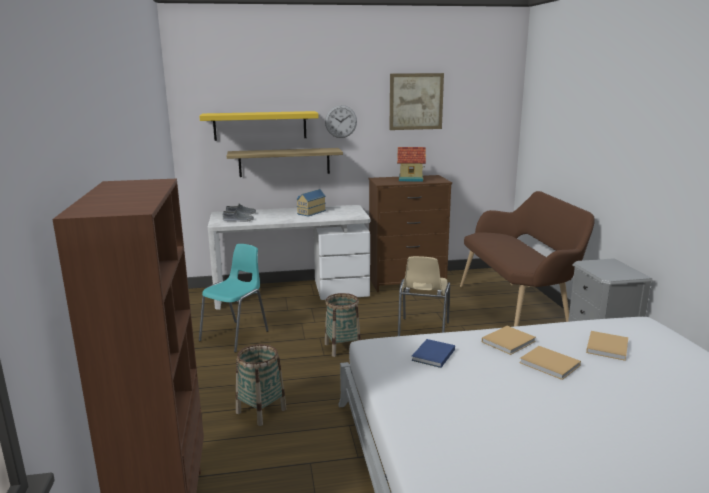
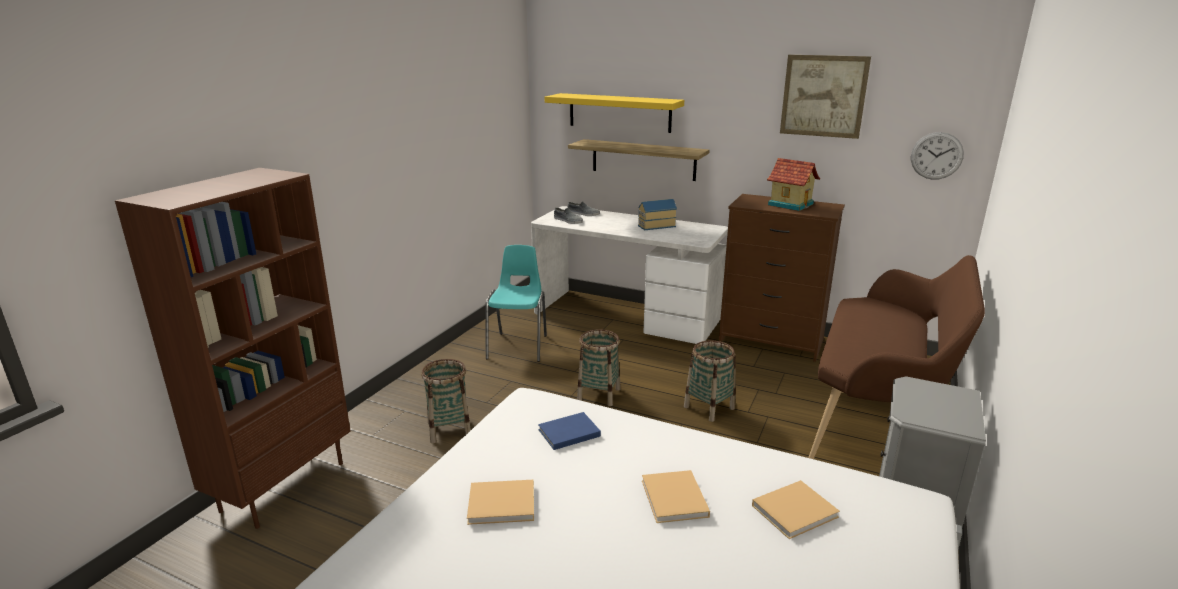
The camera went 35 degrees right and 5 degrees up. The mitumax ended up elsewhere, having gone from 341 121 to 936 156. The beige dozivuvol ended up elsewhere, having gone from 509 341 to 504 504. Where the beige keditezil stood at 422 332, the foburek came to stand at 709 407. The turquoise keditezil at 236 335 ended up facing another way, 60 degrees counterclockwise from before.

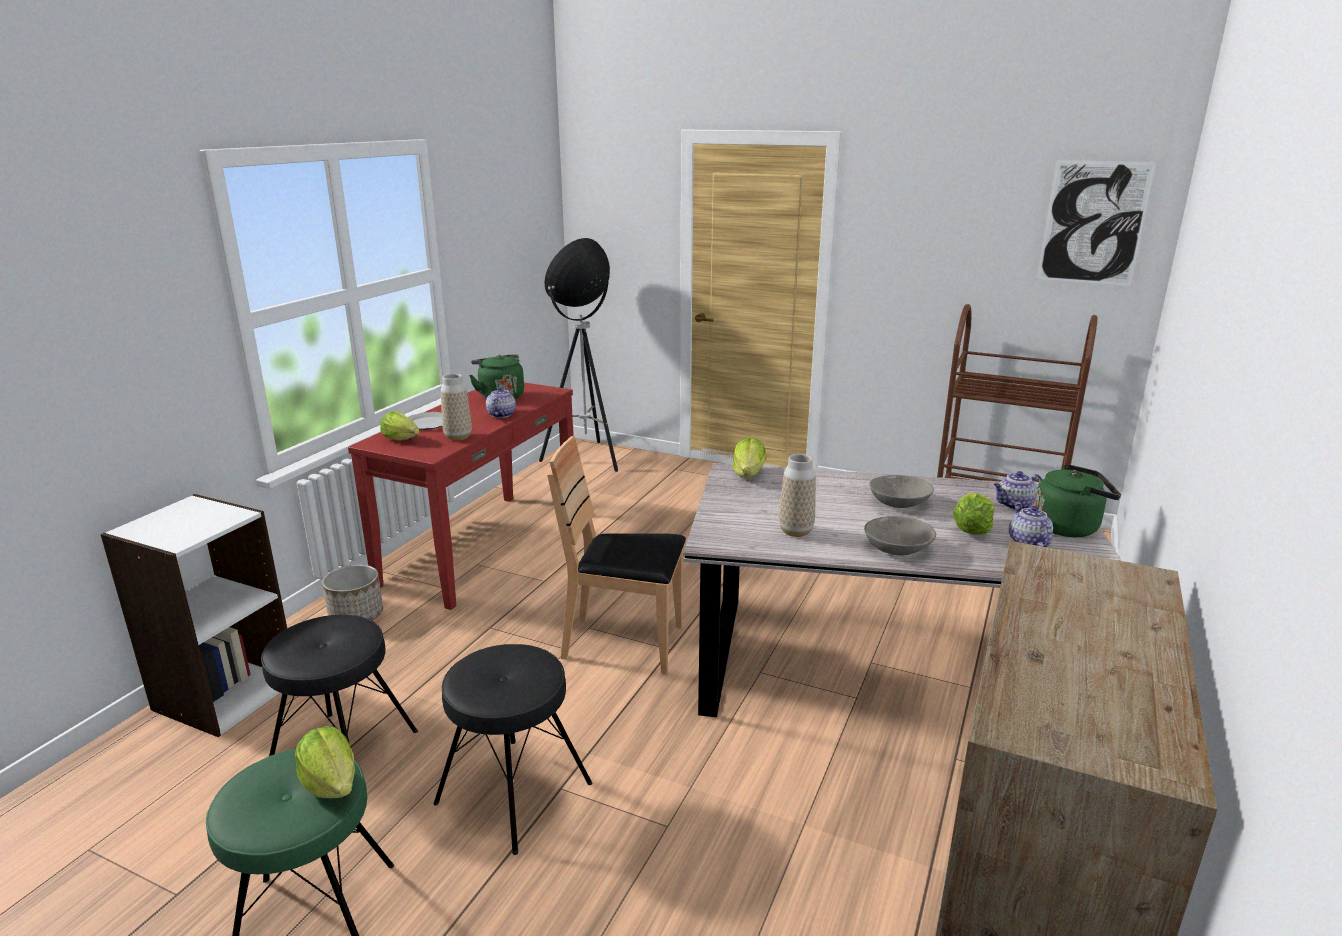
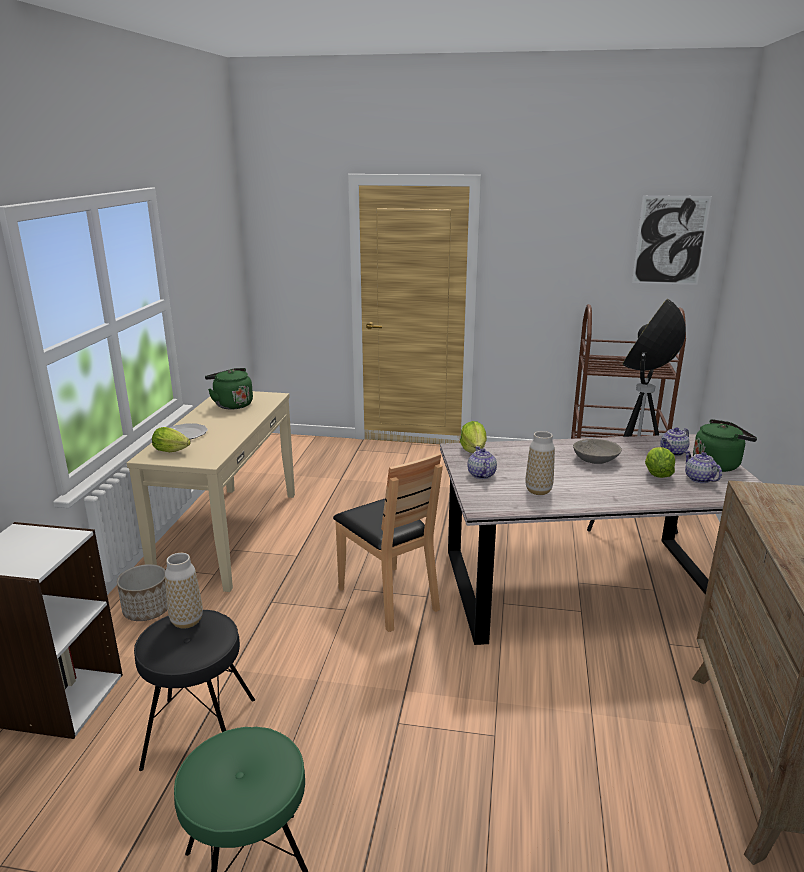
The camera went 15 degrees left and 0 degrees up. The second view lost the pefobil at 331 783. The second view lost the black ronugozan at 514 794. The second view lost the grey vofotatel at 898 548. The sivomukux ended up elsewhere, having gone from 458 437 to 187 621. The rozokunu ended up elsewhere, having gone from 501 414 to 481 474. The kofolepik ended up elsewhere, having gone from 586 459 to 627 521. What was the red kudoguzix at 482 547 turned into the beige kudoguzix at 228 534. The brown keditezil at 624 644 ended up facing another way, 120 degrees counterclockwise from before.

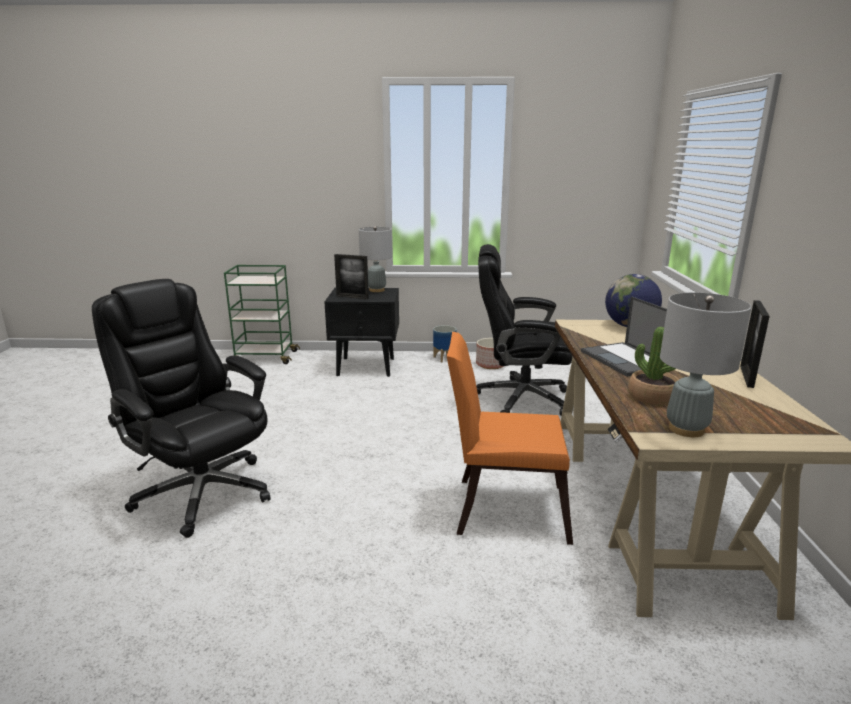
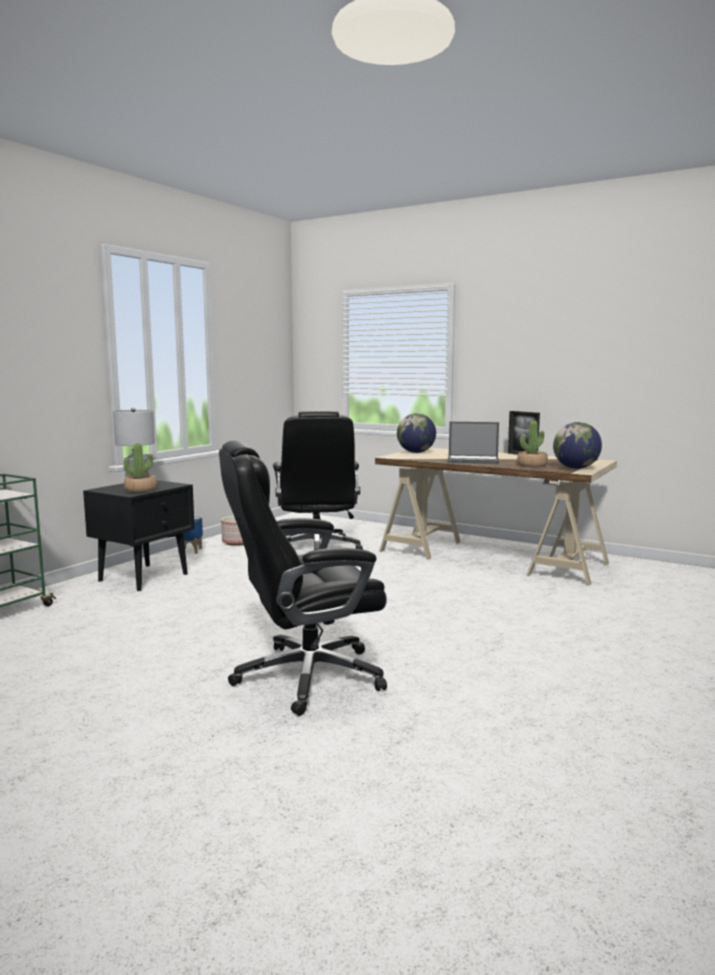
The camera went 60 degrees left and 10 degrees down. The second view lost the orange keditezil at 502 508. Where the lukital stood at 352 297, the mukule came to stand at 141 490. Where the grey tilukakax stood at 686 429, the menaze came to stand at 576 468. The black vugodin at 520 398 ended up facing another way, 45 degrees counterclockwise from before.

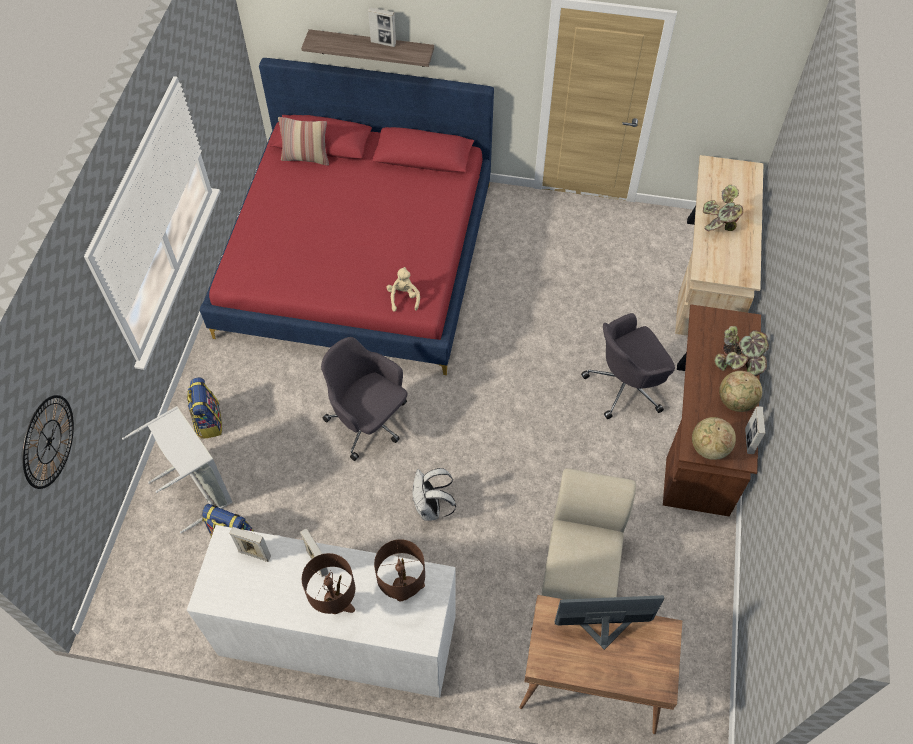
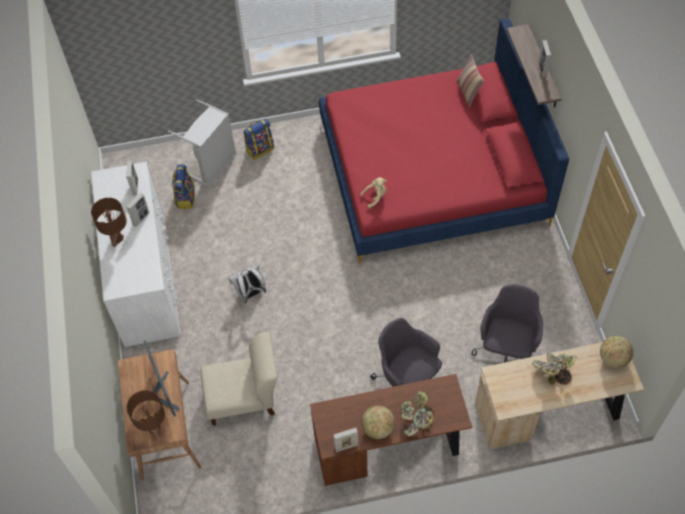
The camera went 70 degrees right and 0 degrees up. The second view lost the mitumax at 48 441. The grey vugodin ended up elsewhere, having gone from 369 422 to 506 350. The brown tilukakax ended up elsewhere, having gone from 403 592 to 154 428. The menaze ended up elsewhere, having gone from 708 448 to 613 359.

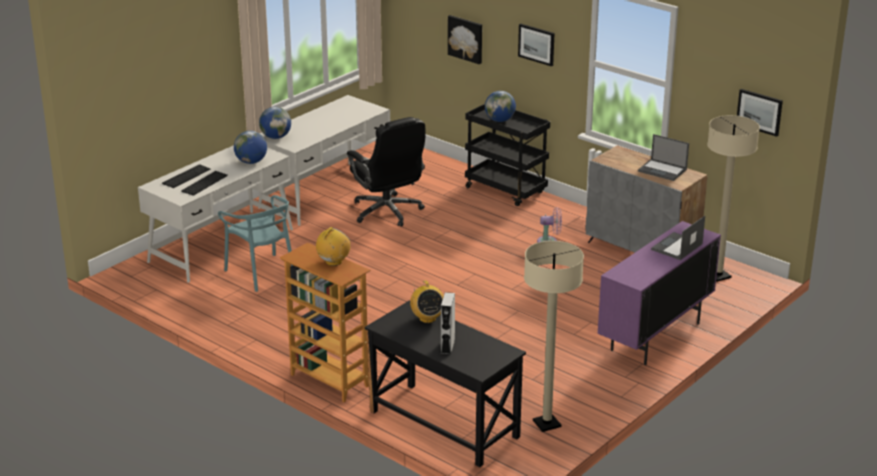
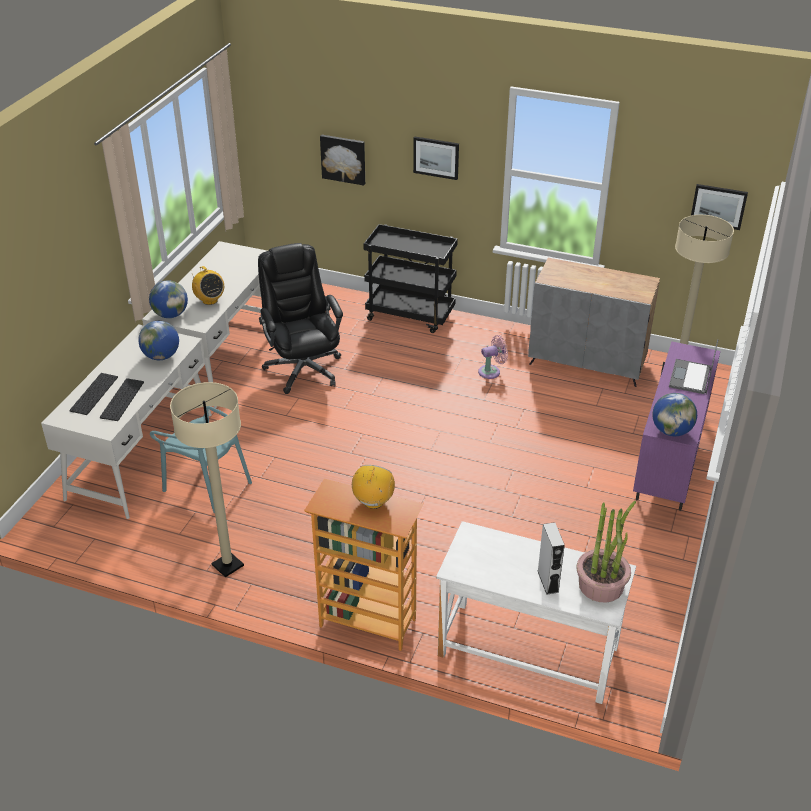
The camera went 20 degrees left and 10 degrees up. The second view lost the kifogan at 663 170. The second view gained the mukule at 601 585. The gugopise ended up elsewhere, having gone from 427 318 to 209 300. The menaze ended up elsewhere, having gone from 499 120 to 671 431. The beige kofolepik ended up elsewhere, having gone from 546 424 to 227 565. What was the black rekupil at 443 424 turned into the white rekupil at 527 652. The black vugodin at 387 212 ended up facing another way, 150 degrees counterclockwise from before.

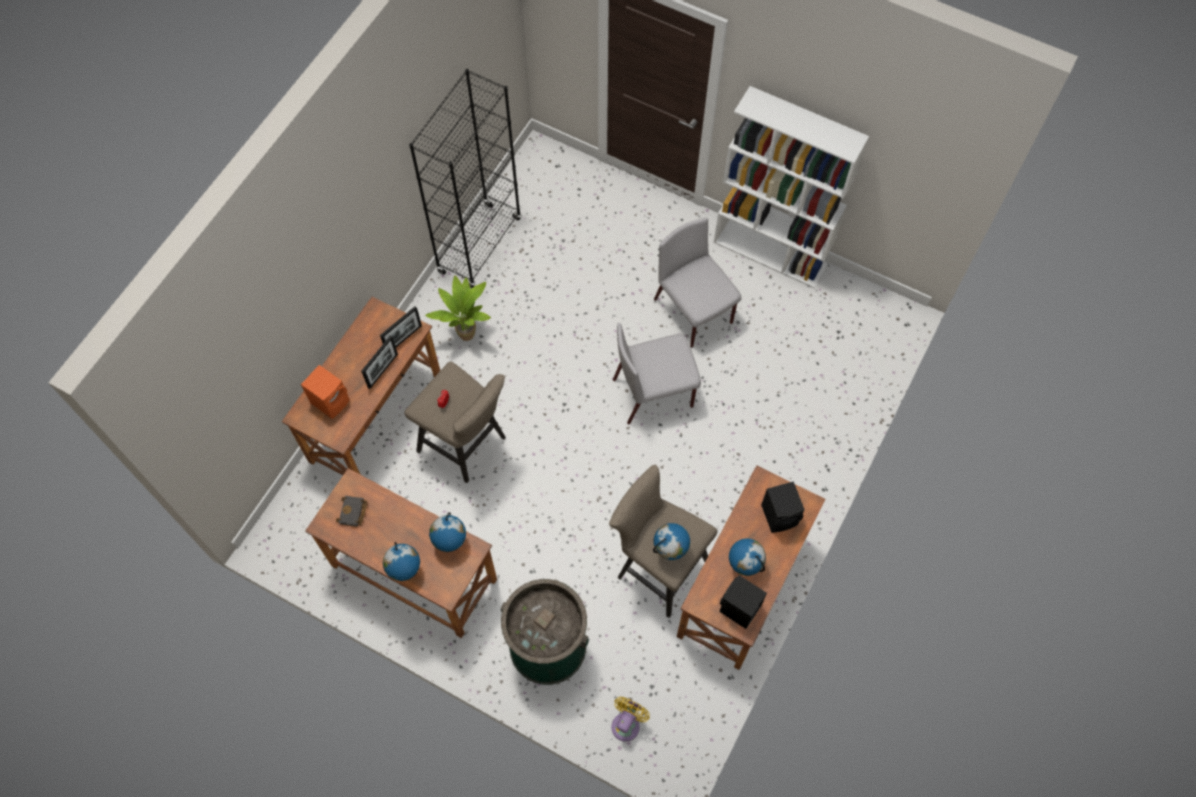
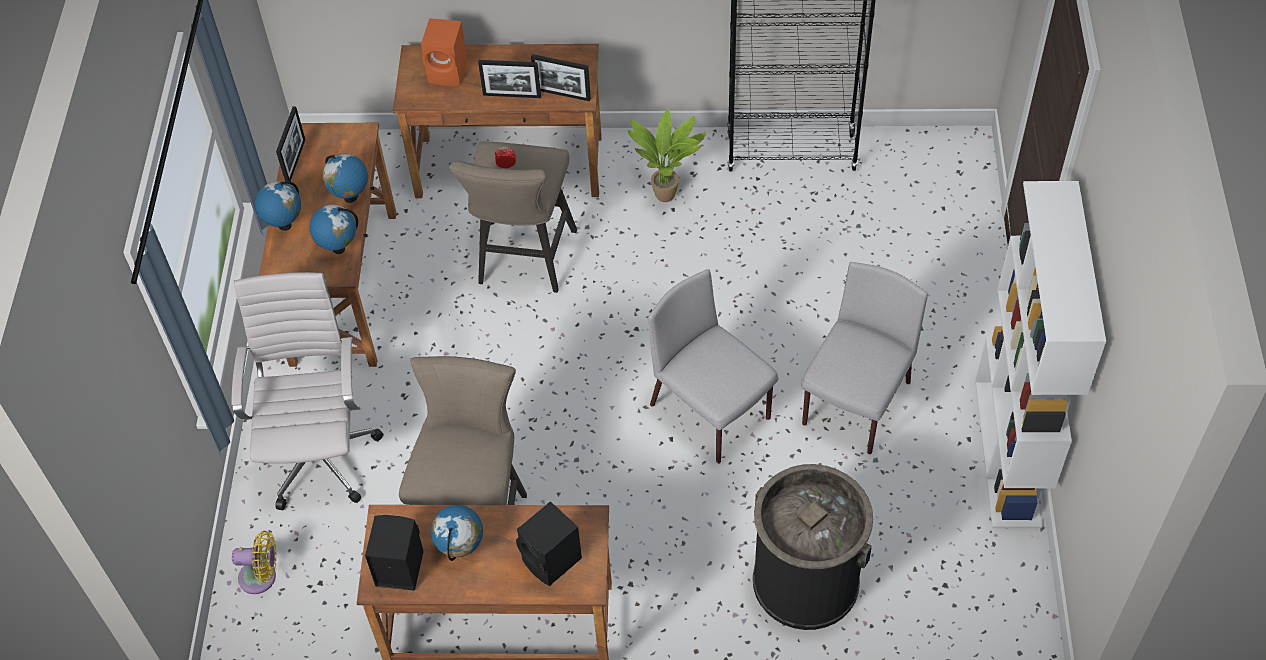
The camera went 65 degrees right and 10 degrees down. The second view lost the black dozivuvol at 353 513. The second view gained the lukital at 295 161. The second view gained the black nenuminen at 805 581. The menaze ended up elsewhere, having gone from 670 550 to 350 197. Where the green nenuminen stood at 547 646, the white vugodin came to stand at 320 453.

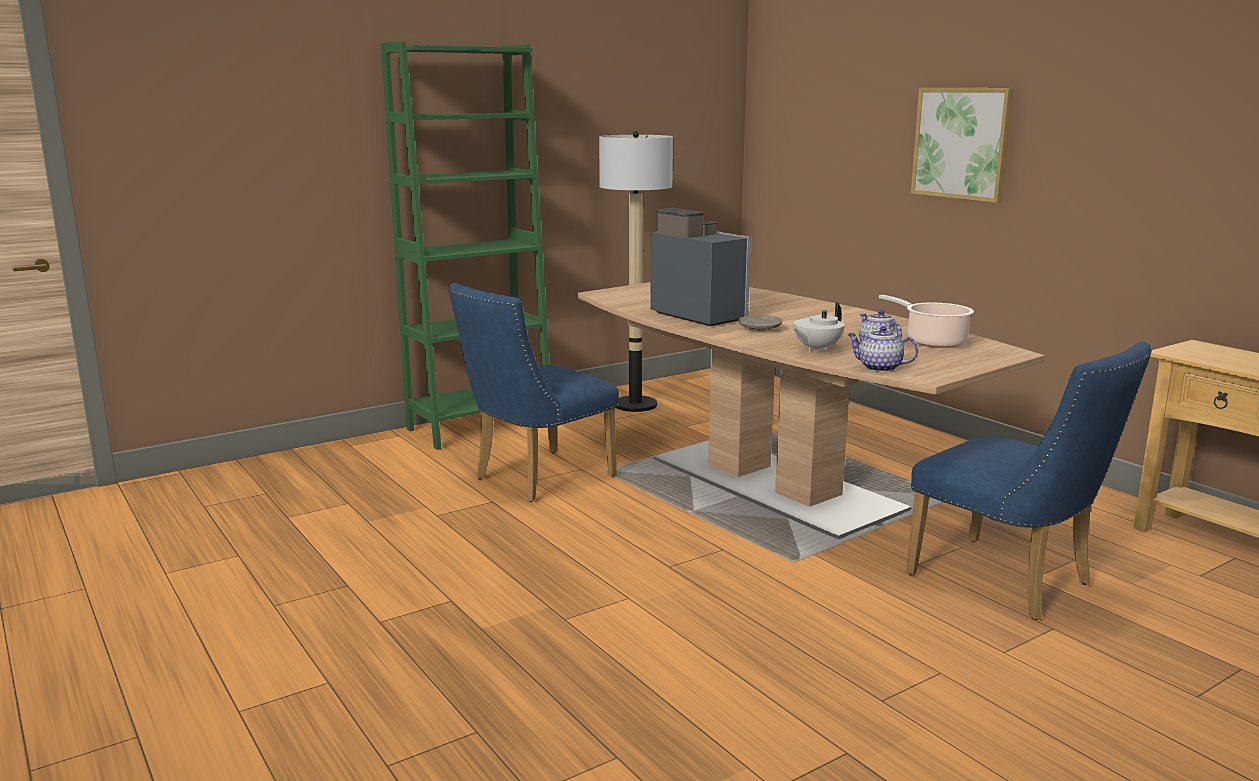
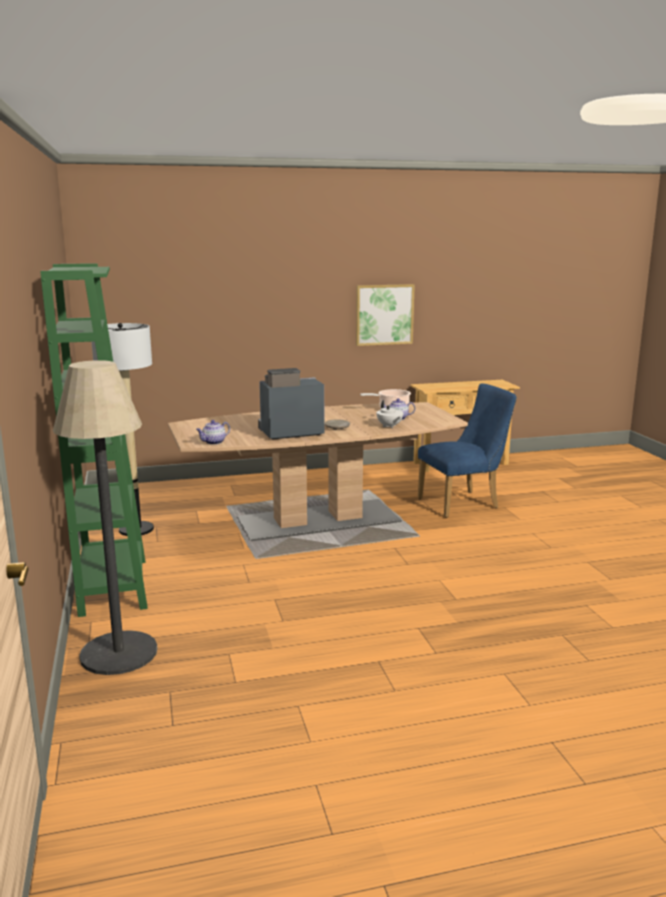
The camera went 70 degrees left and 0 degrees up. The second view lost the blue keditezil at 535 479. The second view gained the kofolepik at 119 653. The rozokunu ended up elsewhere, having gone from 879 368 to 213 442. The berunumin ended up elsewhere, having gone from 962 143 to 384 314.

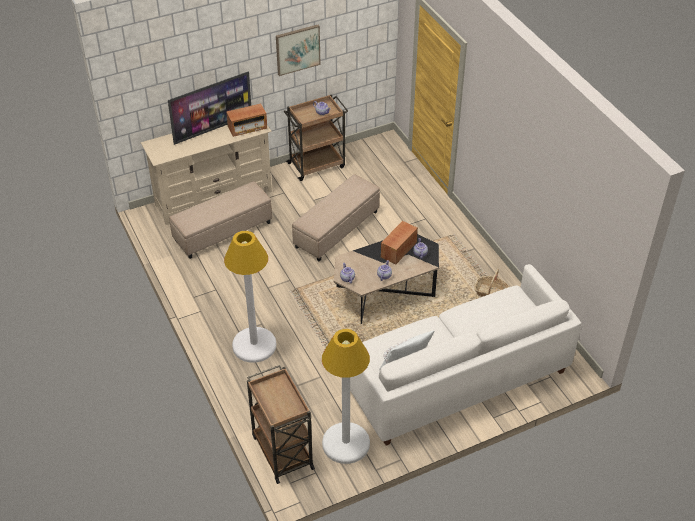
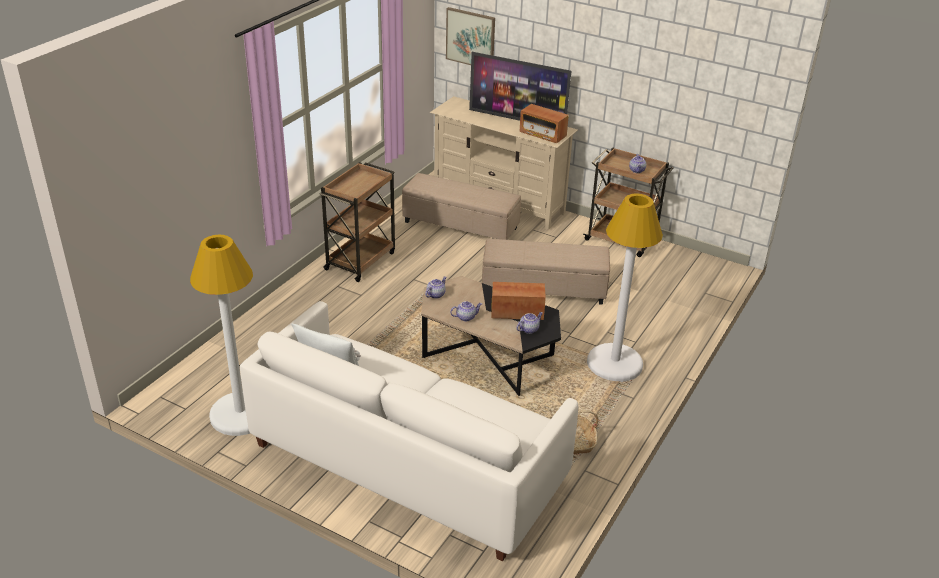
The camera went 55 degrees right and 10 degrees down. The white kofolepik ended up elsewhere, having gone from 254 345 to 614 363. The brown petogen ended up elsewhere, having gone from 282 451 to 361 260. The berunumin ended up elsewhere, having gone from 297 49 to 470 38.

